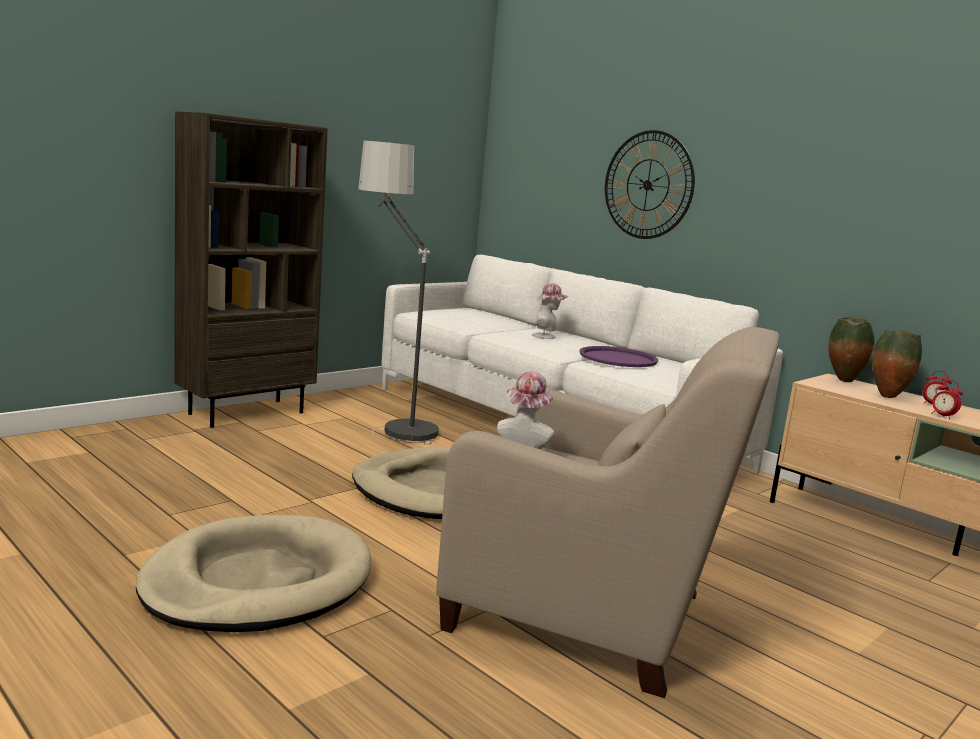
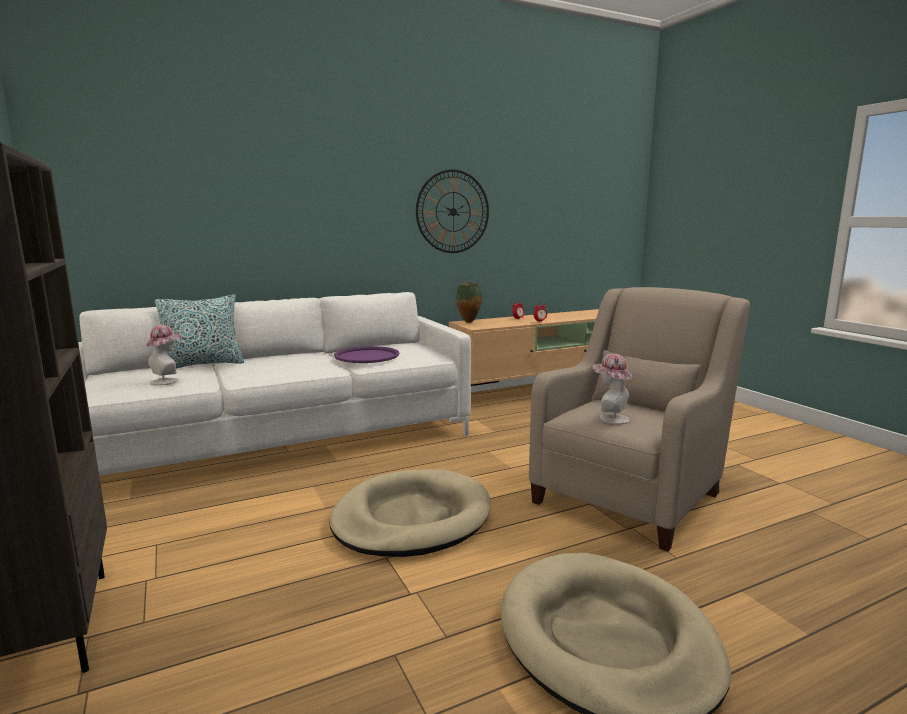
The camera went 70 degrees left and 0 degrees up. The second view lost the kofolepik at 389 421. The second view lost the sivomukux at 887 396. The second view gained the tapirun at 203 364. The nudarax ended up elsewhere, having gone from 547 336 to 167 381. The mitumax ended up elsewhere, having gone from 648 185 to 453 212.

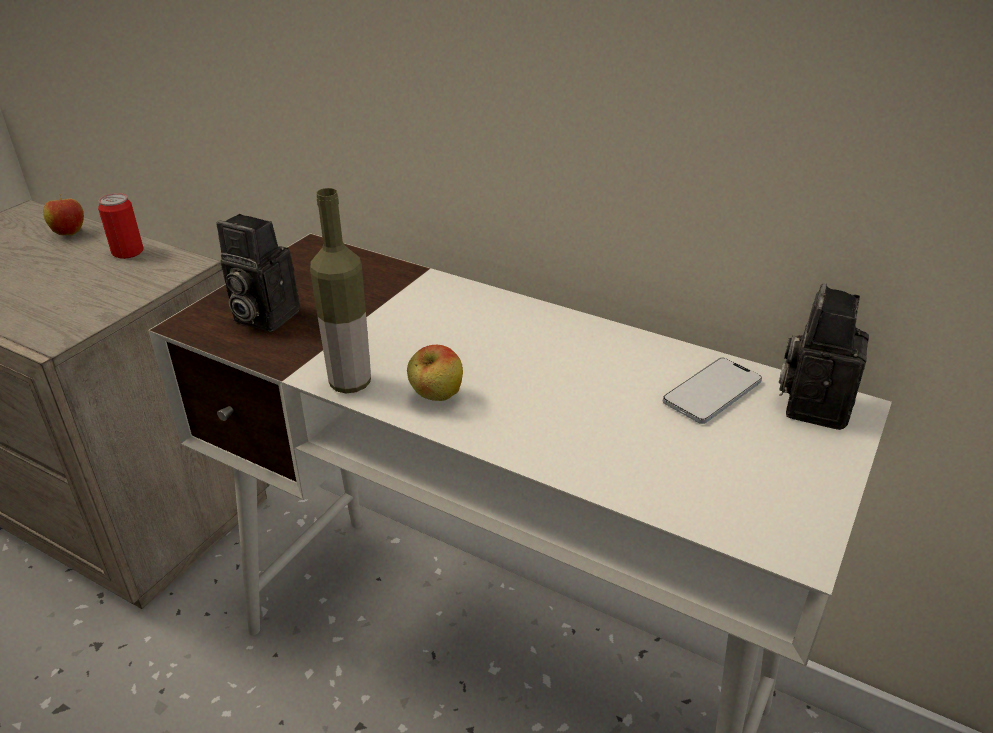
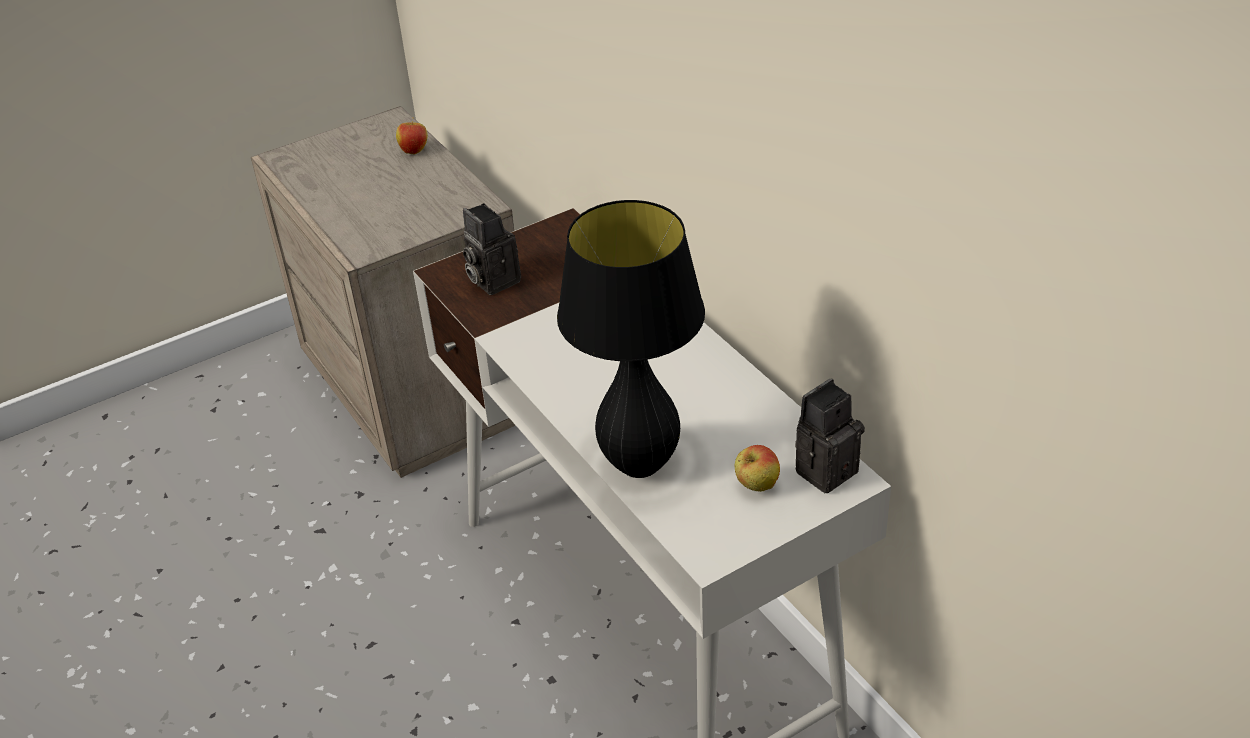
The camera went 30 degrees right and 5 degrees up. The second view lost the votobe at 128 252. The second view lost the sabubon at 350 383. The second view lost the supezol at 712 392. The second view gained the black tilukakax at 639 465. The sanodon ended up elsewhere, having gone from 436 397 to 756 486.

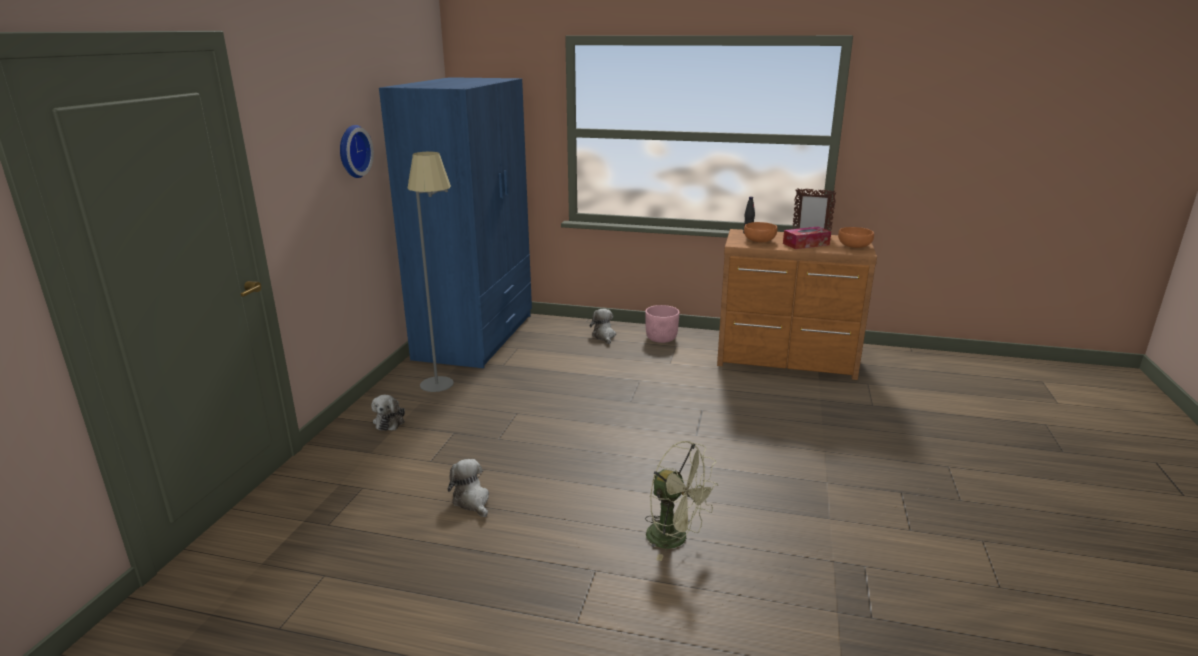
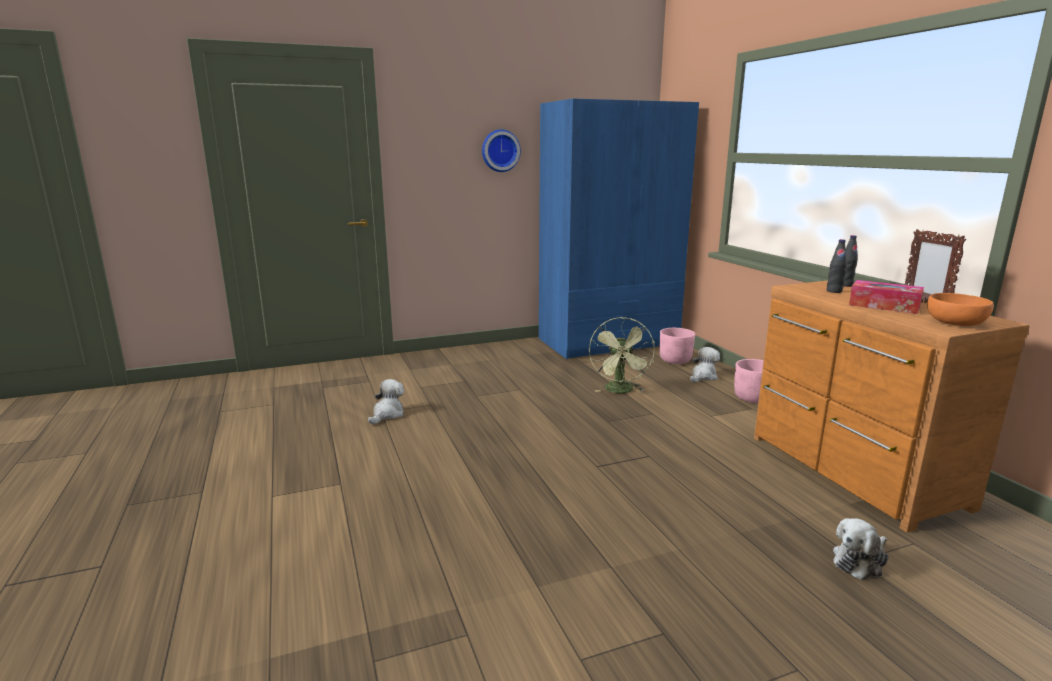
The camera went 55 degrees right and 5 degrees down. The second view lost the grey kofolepik at 444 389. The second view gained the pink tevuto at 675 360. The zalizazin ended up elsewhere, having gone from 390 421 to 860 561. The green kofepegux ended up elsewhere, having gone from 675 539 to 620 391. Where the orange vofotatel stood at 759 240, the black sabubon came to stand at 834 291.

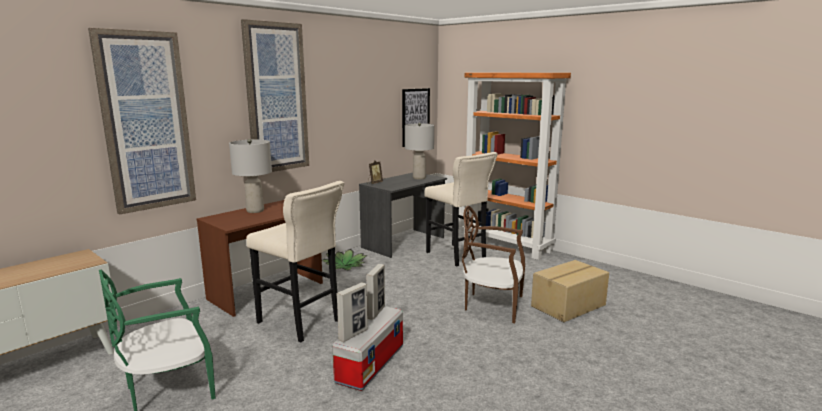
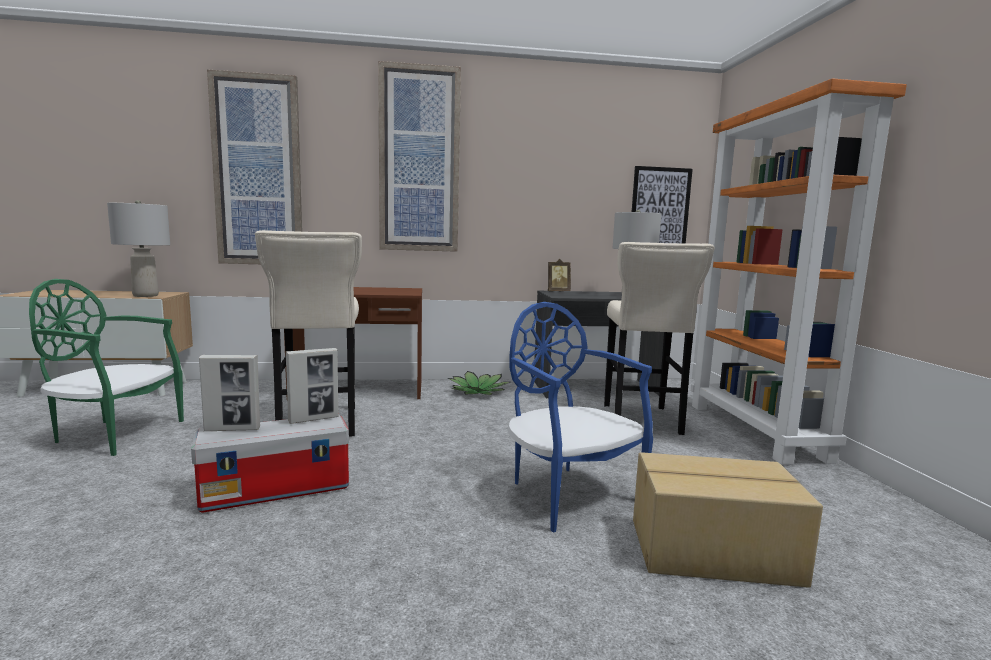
The camera went 40 degrees right and 5 degrees down. The grey tilukakax ended up elsewhere, having gone from 255 211 to 145 295. What was the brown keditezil at 492 305 turned into the blue keditezil at 568 493.

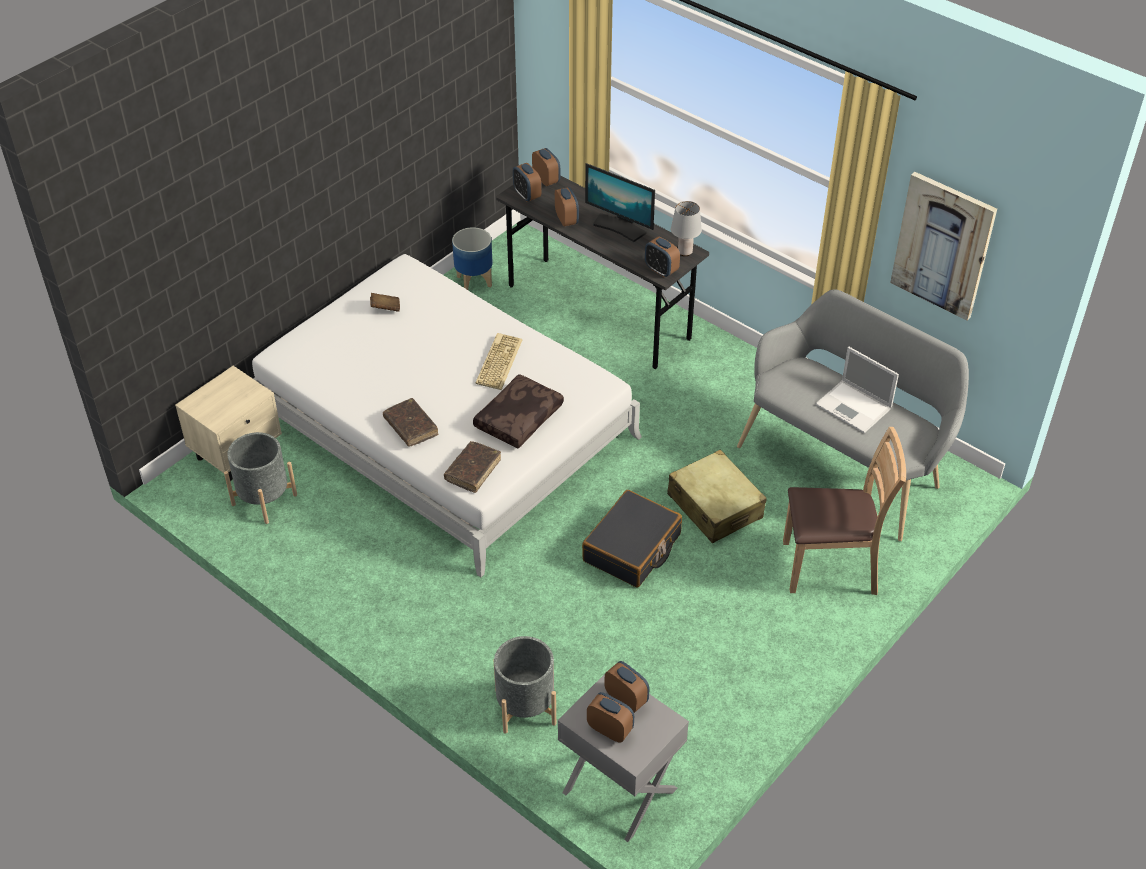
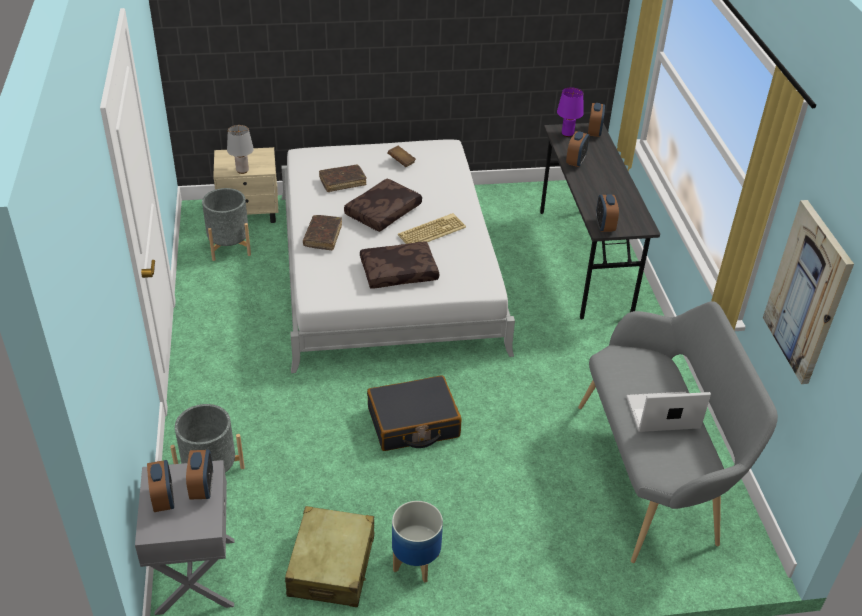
The camera went 40 degrees right and 5 degrees down. The second view lost the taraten at 619 227. The second view lost the brown keditezil at 831 566. The second view gained the brown tapirun at 383 213. The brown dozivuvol ended up elsewhere, having gone from 473 470 to 342 182. The tevuto ended up elsewhere, having gone from 474 281 to 416 562. The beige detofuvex ended up elsewhere, having gone from 715 506 to 332 566. The grey tilukakax ended up elsewhere, having gone from 684 252 to 242 170. Where the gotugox stood at 527 195, the purple tilukakax came to stand at 567 134. The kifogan at 854 407 ended up facing another way, 90 degrees clockwise from before.

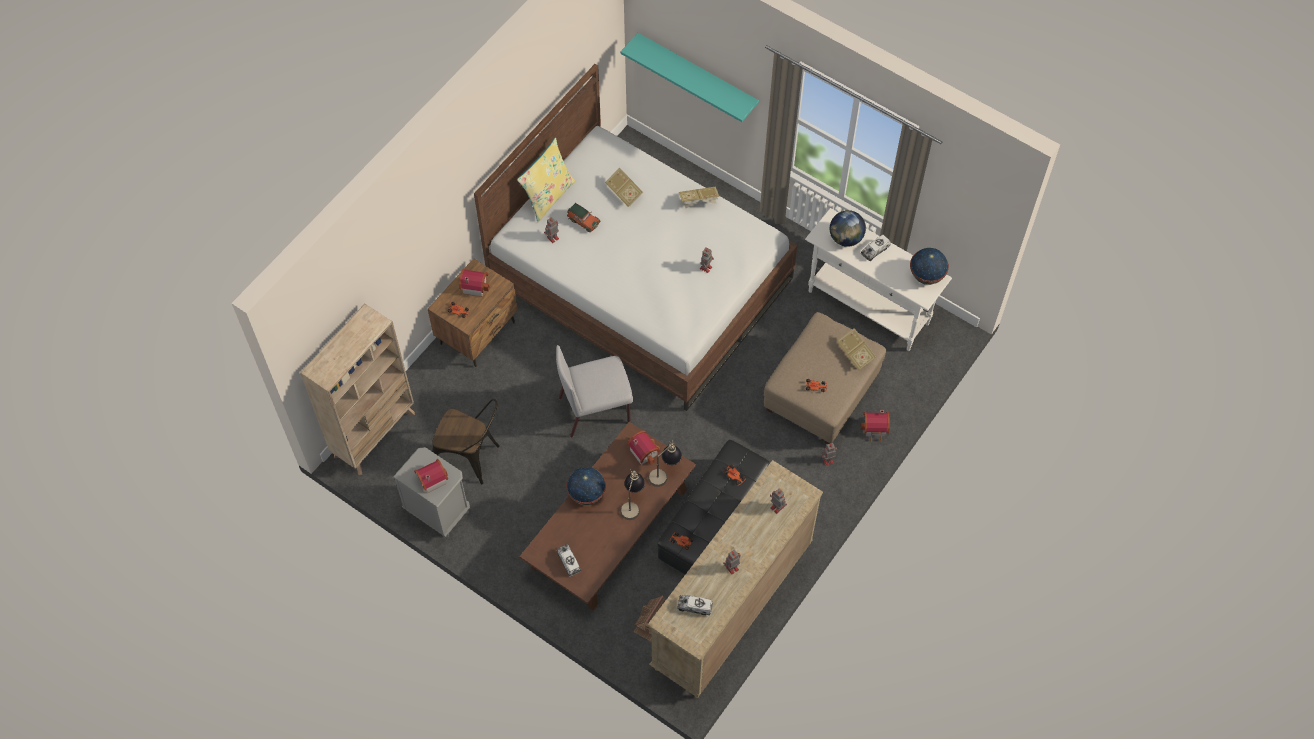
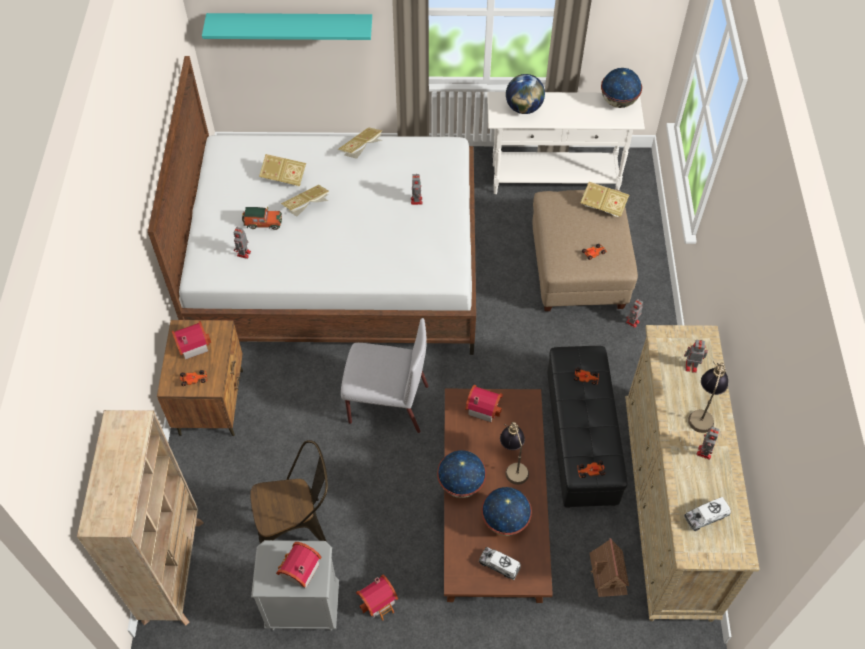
The camera went 35 degrees left and 5 degrees down. The second view lost the yellow tapirun at 548 196. The second view lost the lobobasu at 875 250. The second view gained the dozivuvol at 307 207. The second view gained the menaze at 505 521. The tilukakax ended up elsewhere, having gone from 664 473 to 703 412. The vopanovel ended up elsewhere, having gone from 875 429 to 379 601. The grey keditezil at 595 409 ended up facing another way, 120 degrees counterclockwise from before.

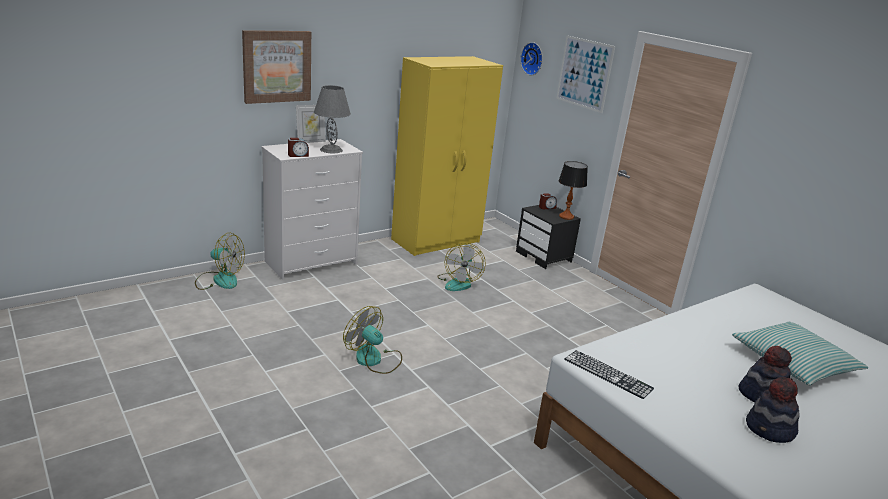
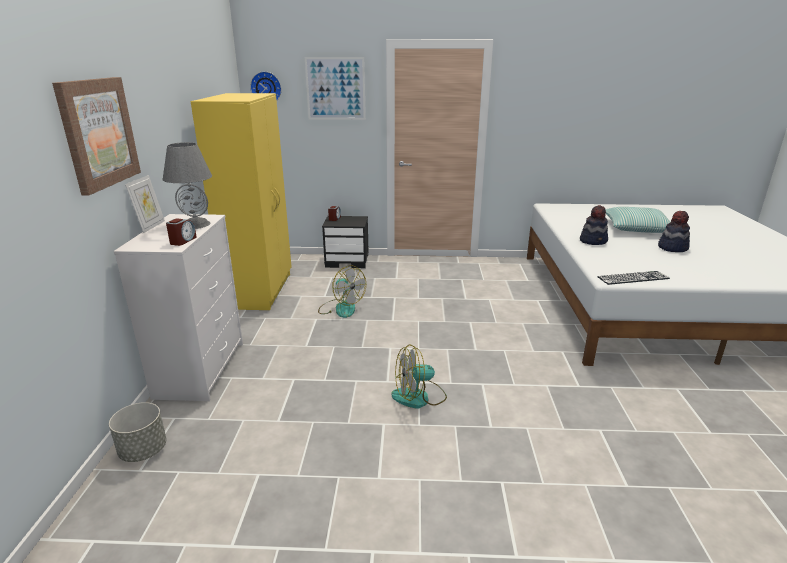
The camera went 50 degrees left and 0 degrees up. The second view lost the tilukakax at 566 217. The nudarax ended up elsewhere, having gone from 770 430 to 593 241. Where the kofepegux stood at 219 280, the grey tevuto came to stand at 143 450.

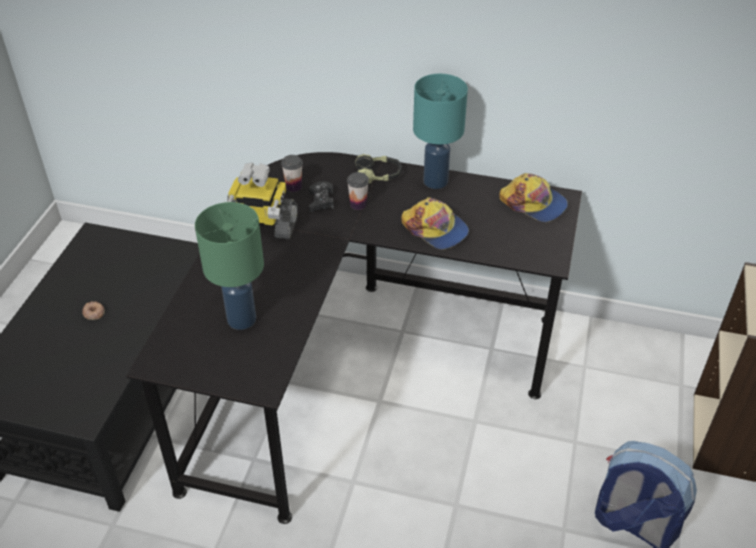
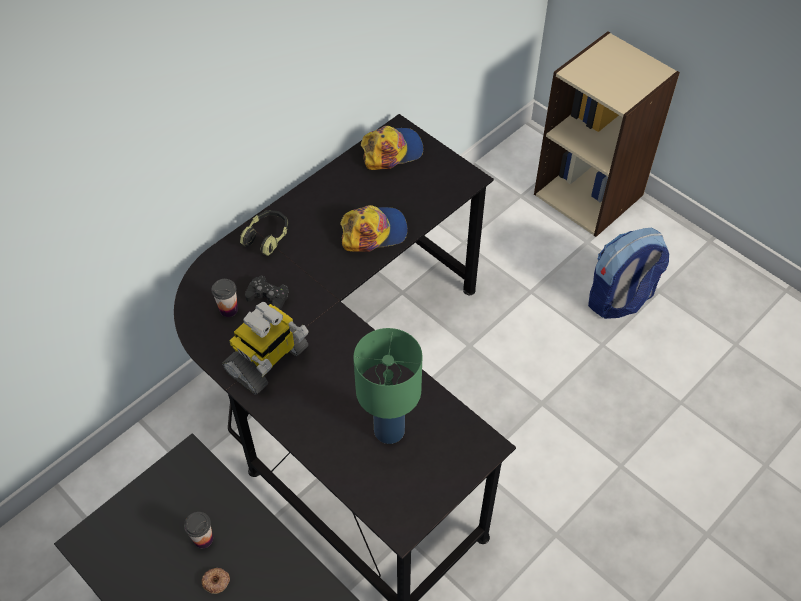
The camera went 60 degrees left and 10 degrees up. The second view lost the turquoise tilukakax at 436 182. The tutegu ended up elsewhere, having gone from 358 204 to 203 539.

